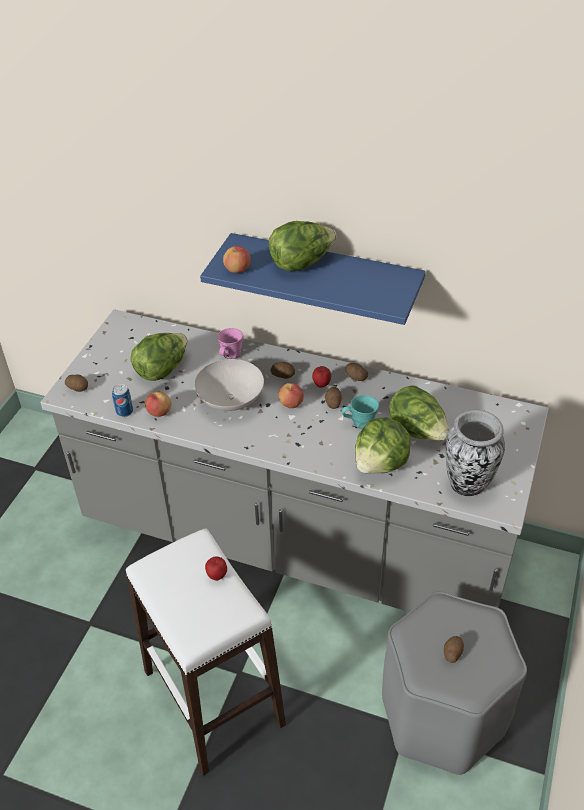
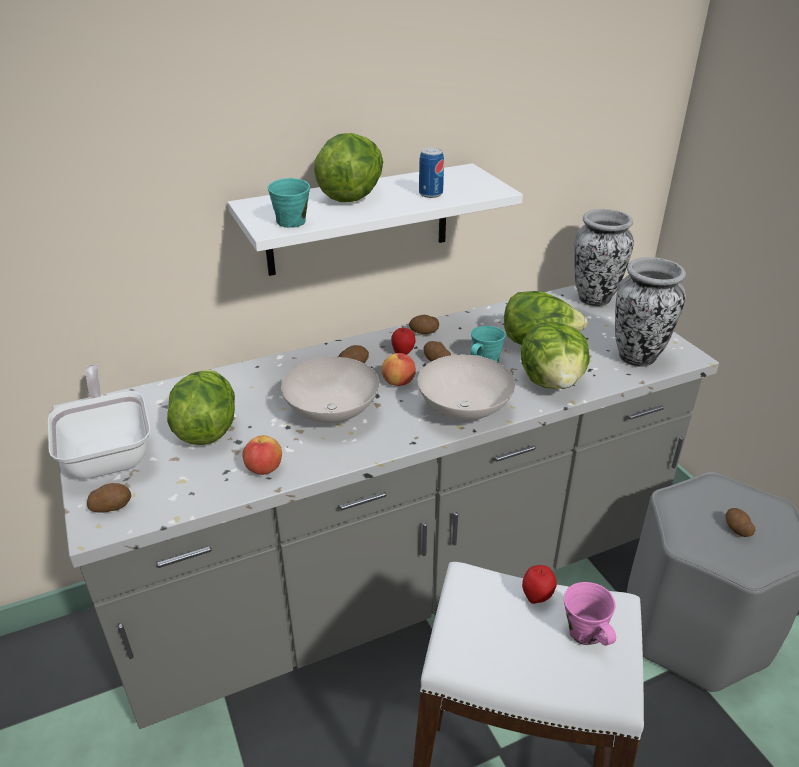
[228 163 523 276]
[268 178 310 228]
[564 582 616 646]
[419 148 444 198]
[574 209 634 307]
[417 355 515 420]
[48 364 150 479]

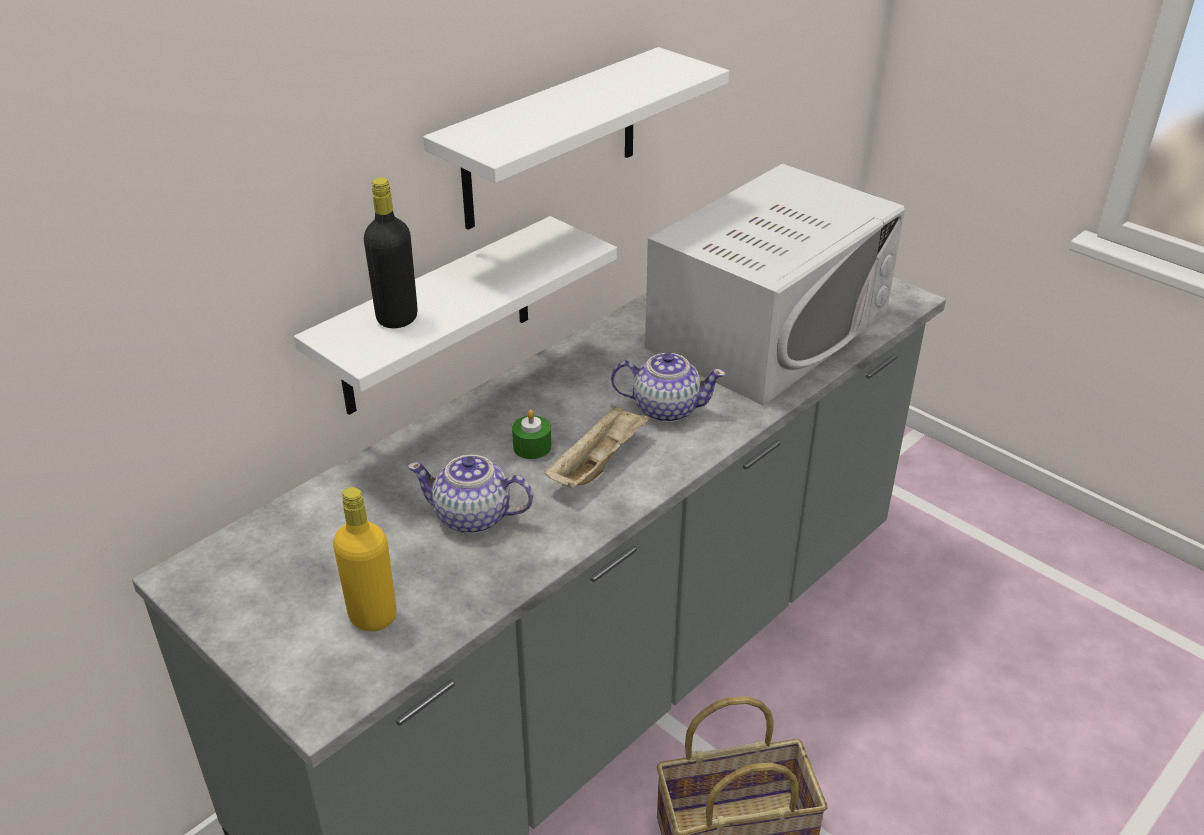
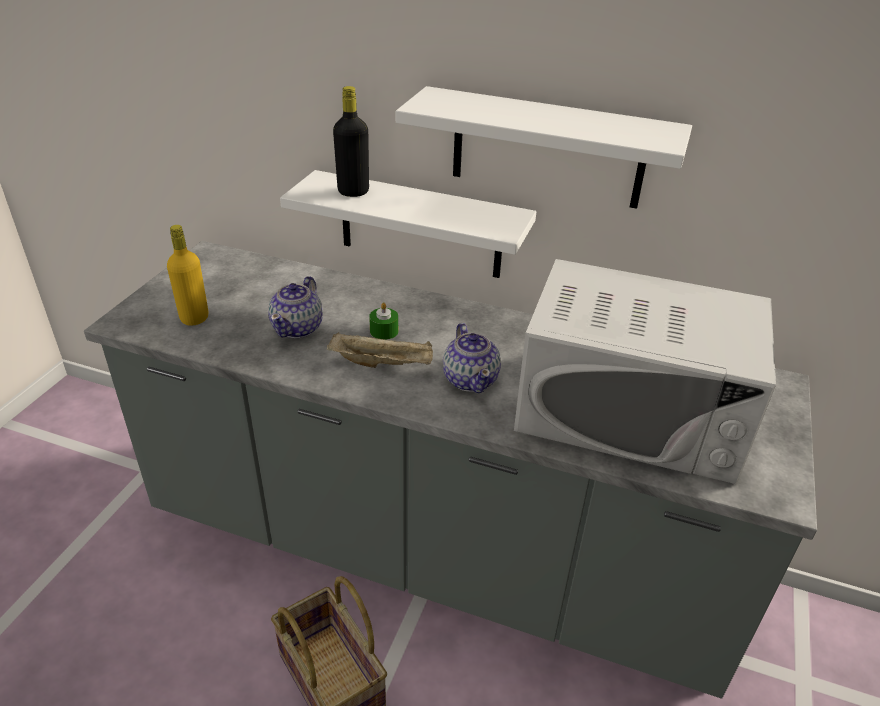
[268 276 323 338]

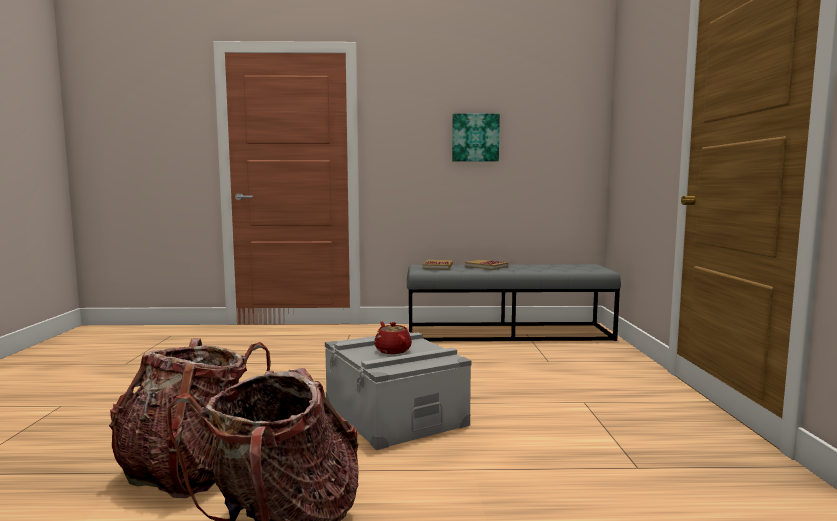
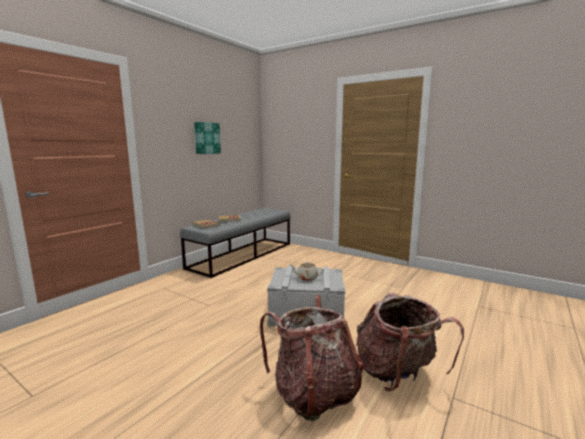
[290 262 324 281]

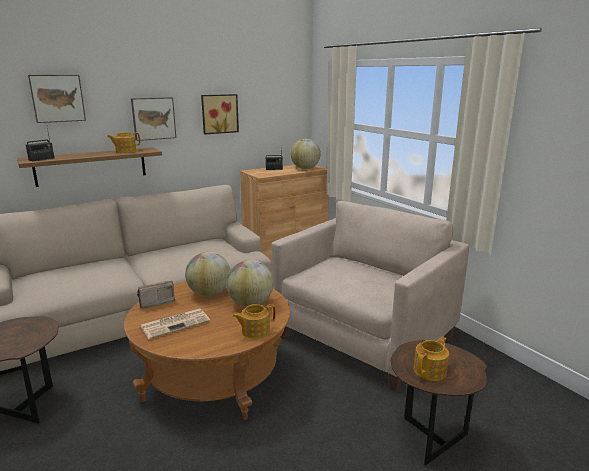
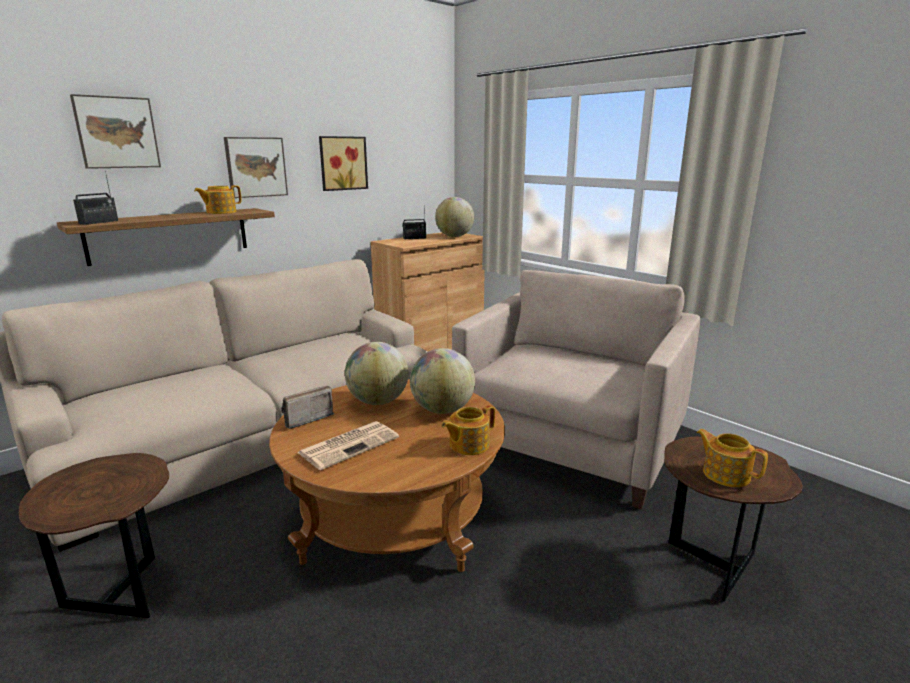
[696 429 768 487]

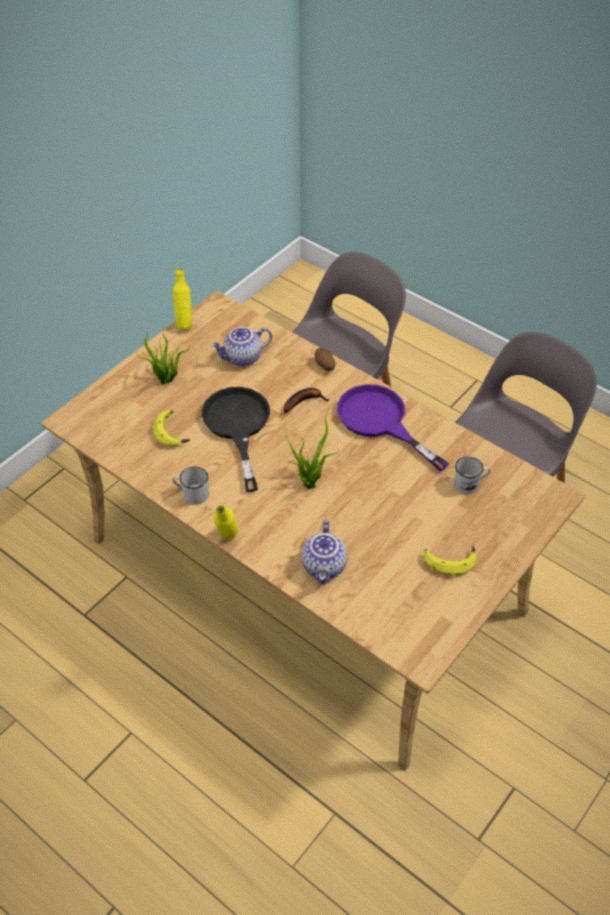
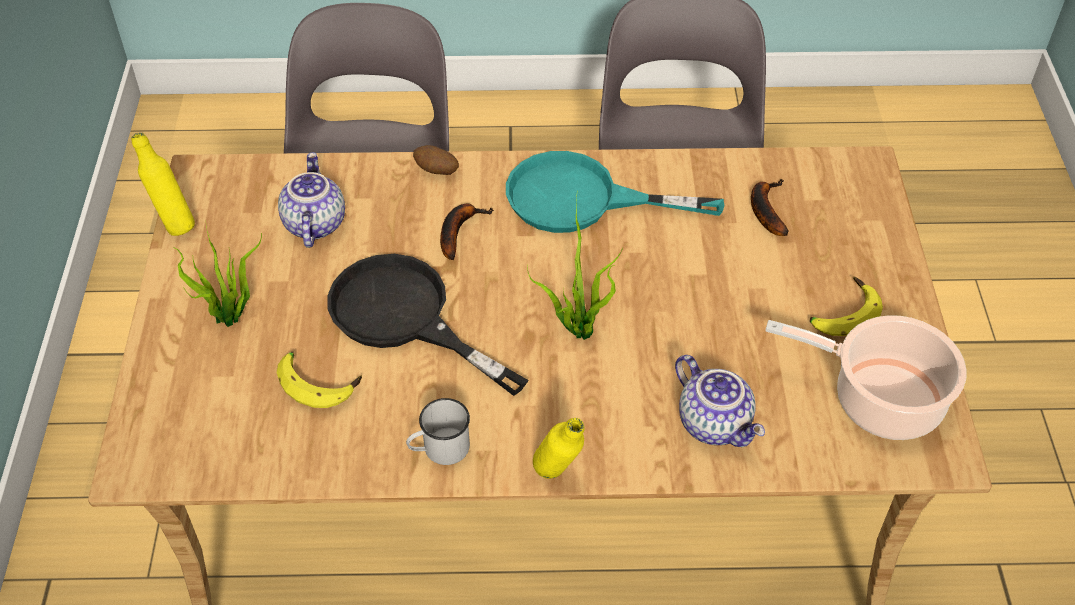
[278 152 345 248]
[506 151 724 233]
[751 179 789 236]
[765 315 967 440]

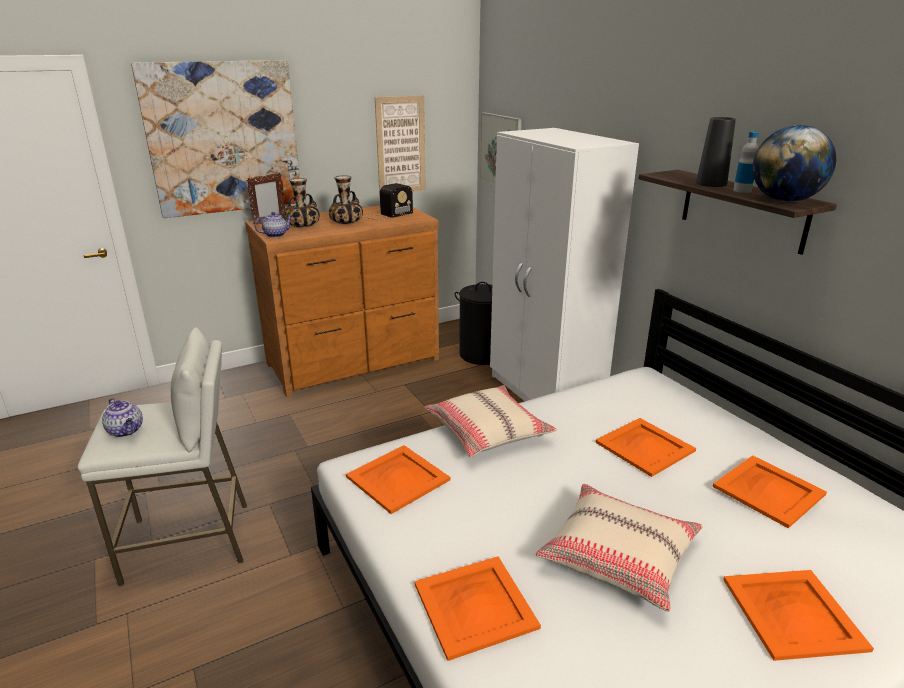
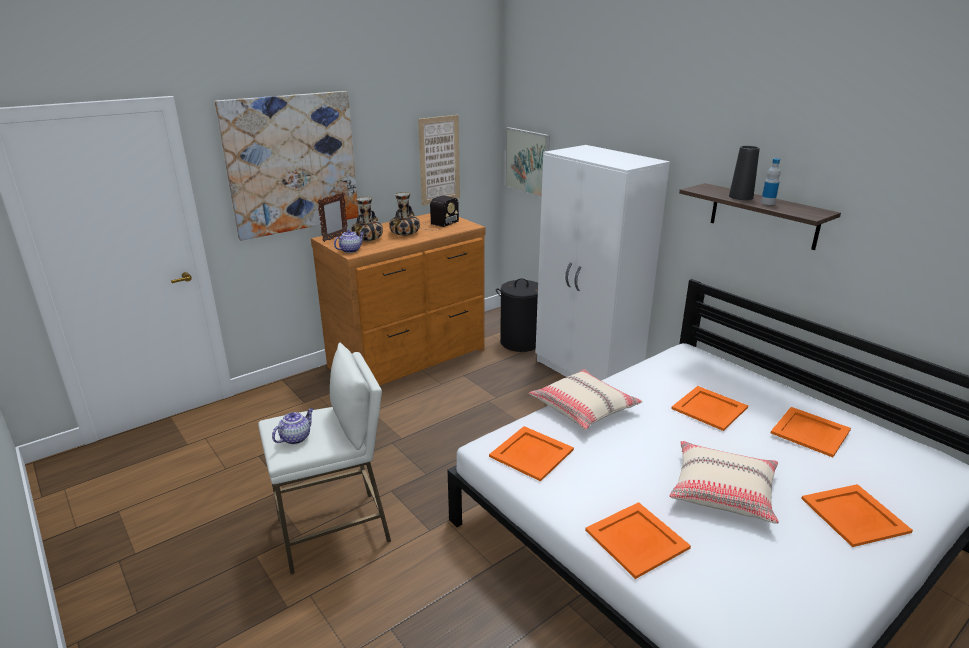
[753 125 836 202] (first image)
[272 408 313 444]

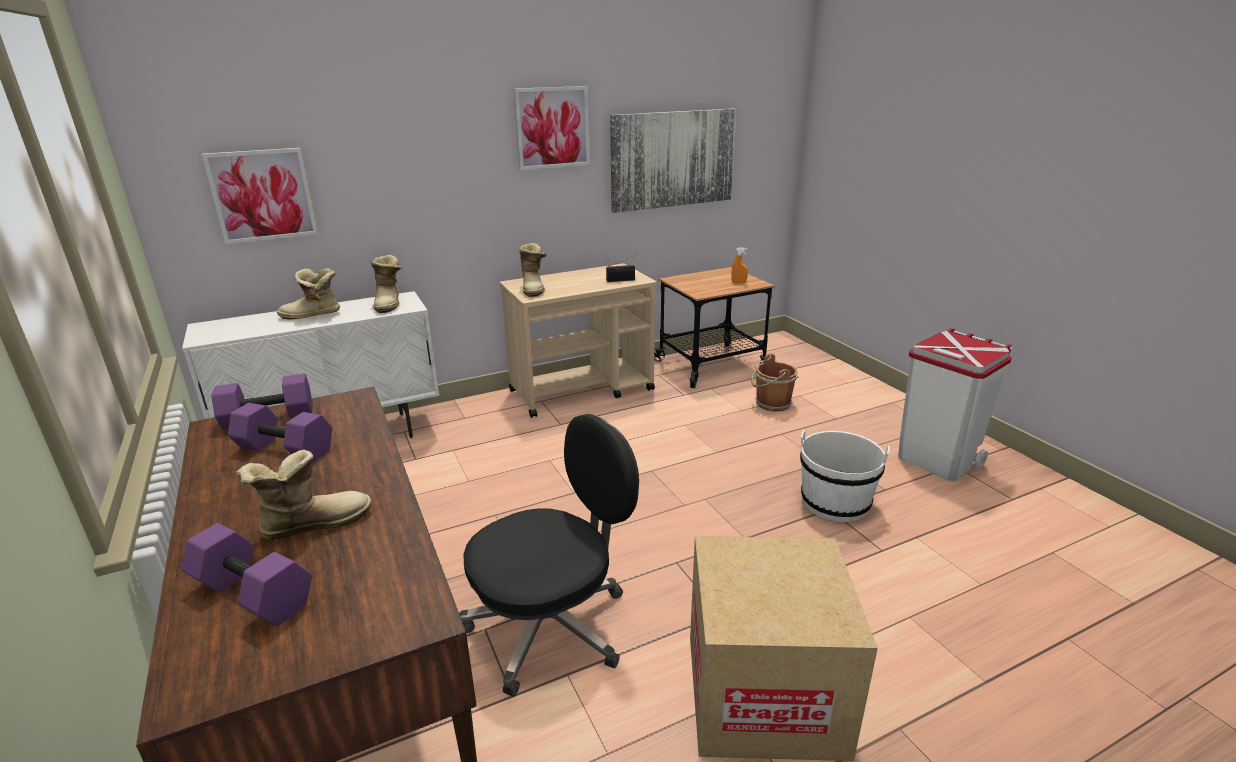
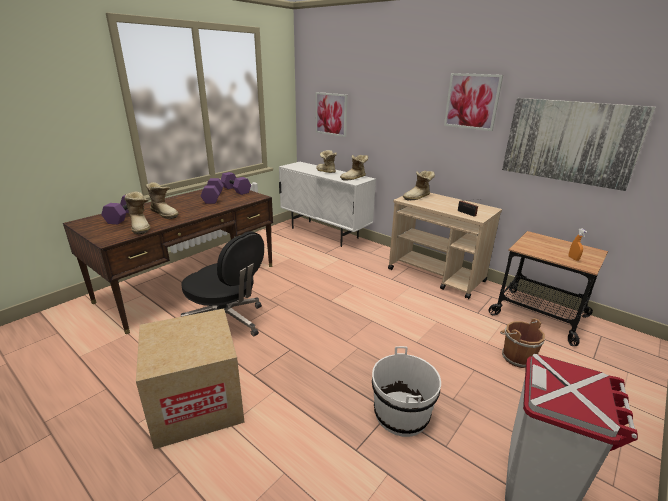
[125 191 150 234]

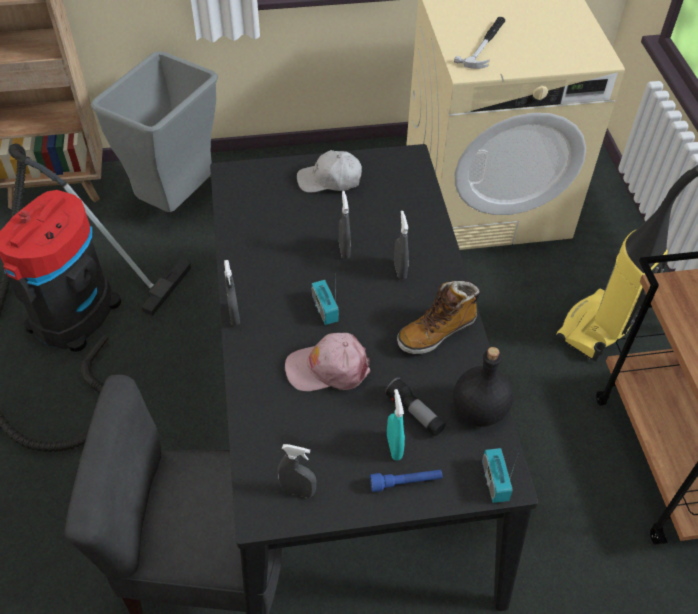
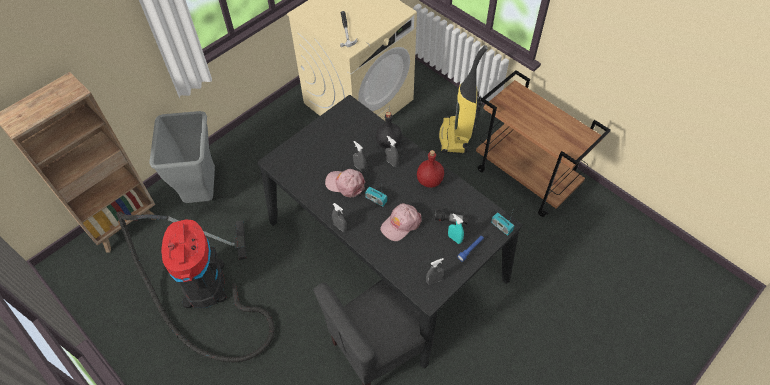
[297 150 362 193] (first image)
[417 150 444 188]
[376 112 402 149]
[325 169 365 198]

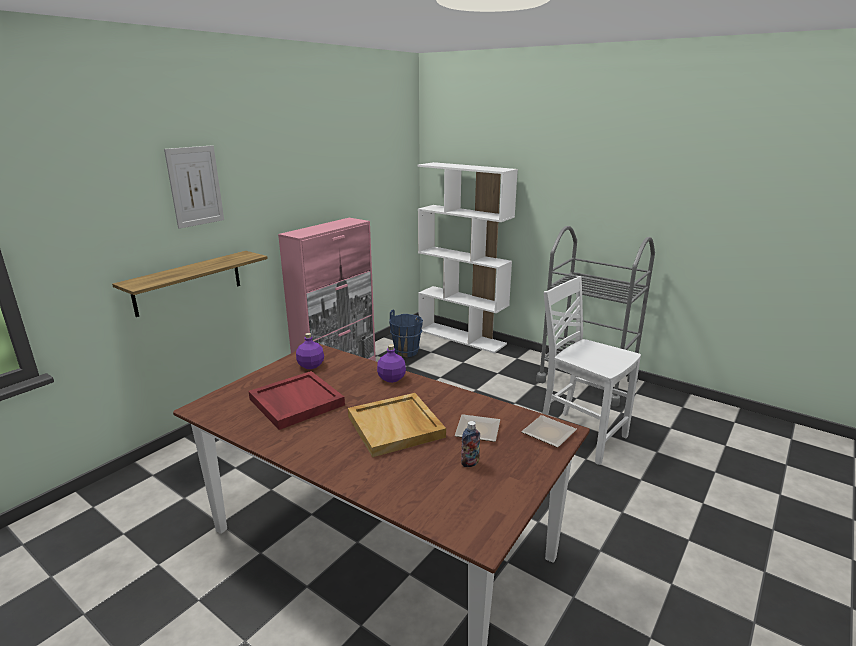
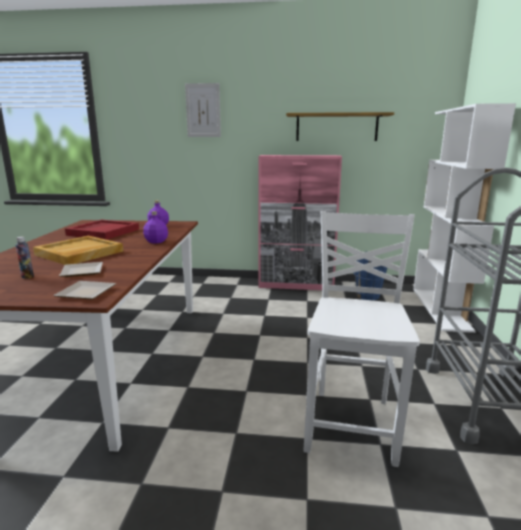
[286 112 394 141]

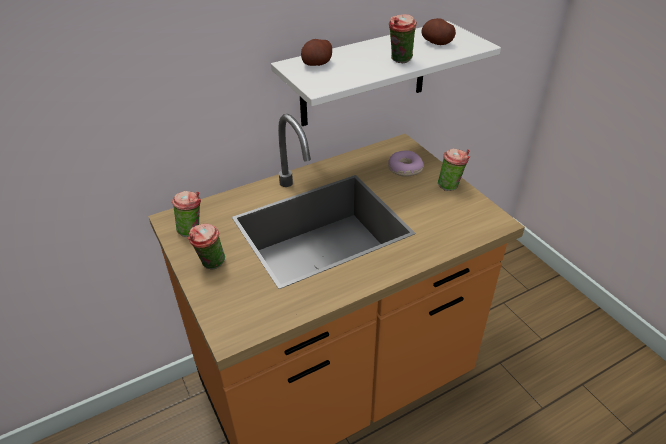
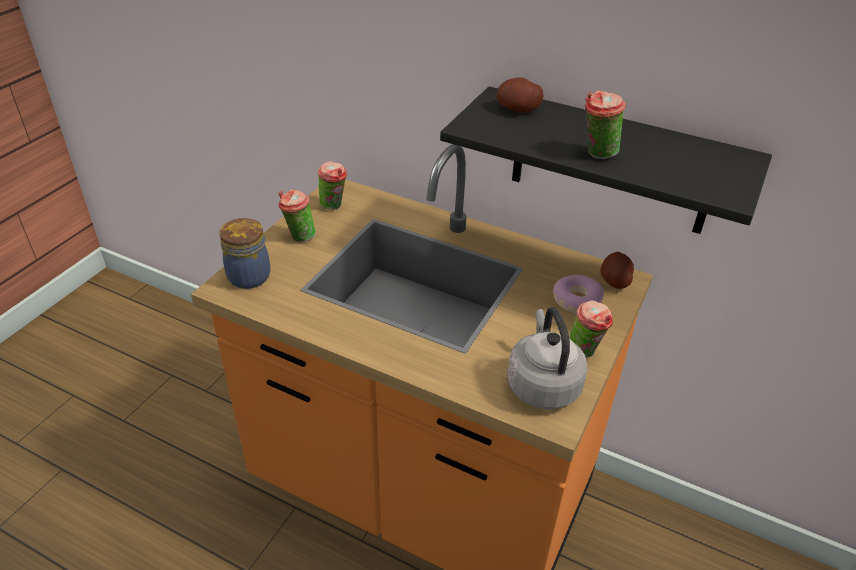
[601 252 634 289]
[440 86 772 234]
[219 218 270 289]
[507 307 588 409]

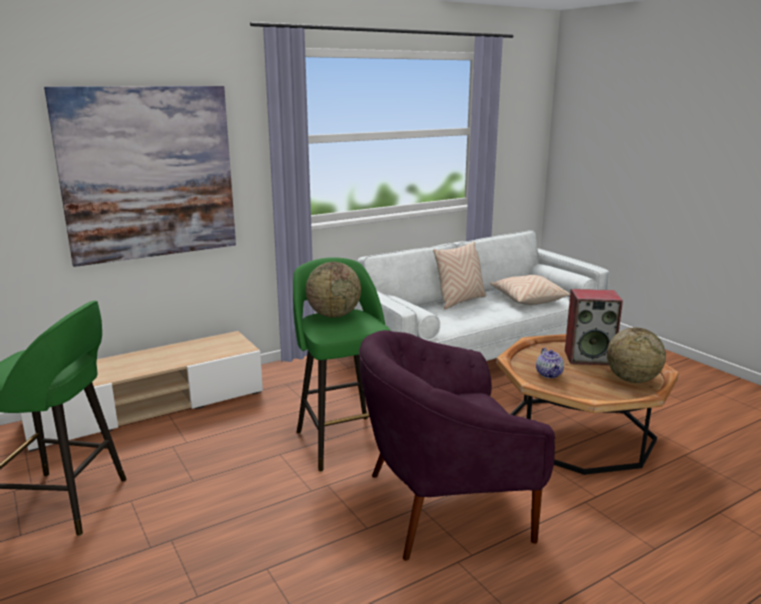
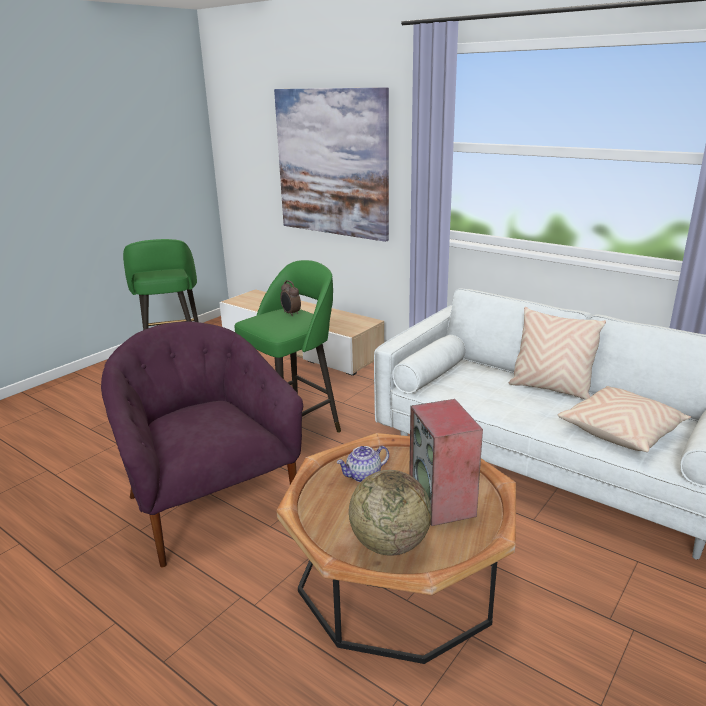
[280 280 301 317]

